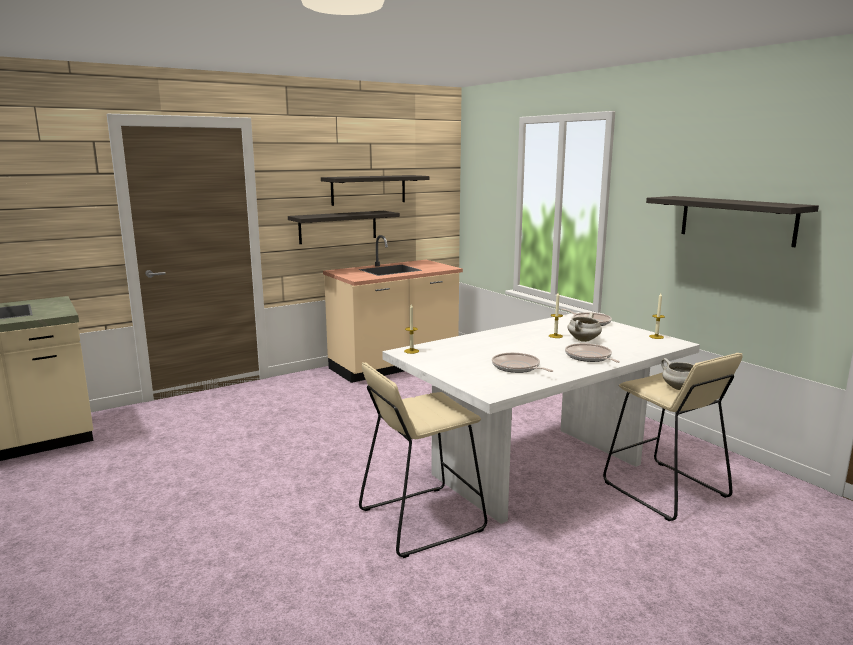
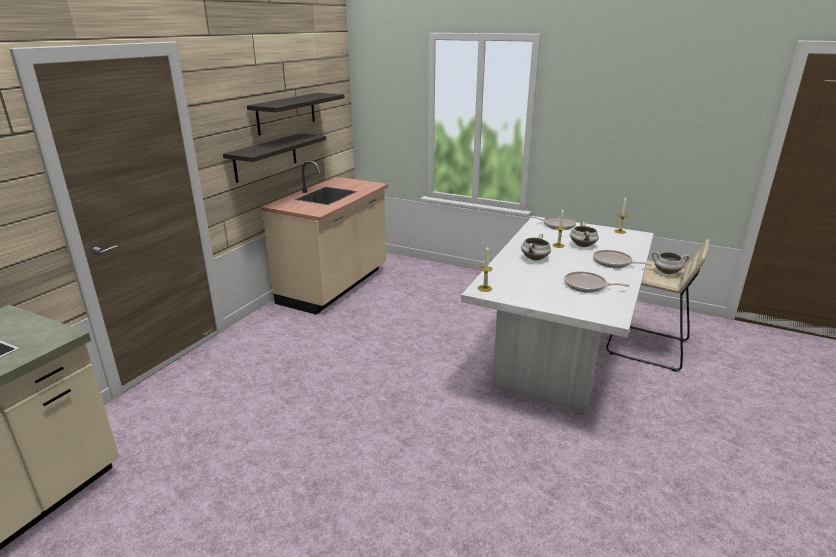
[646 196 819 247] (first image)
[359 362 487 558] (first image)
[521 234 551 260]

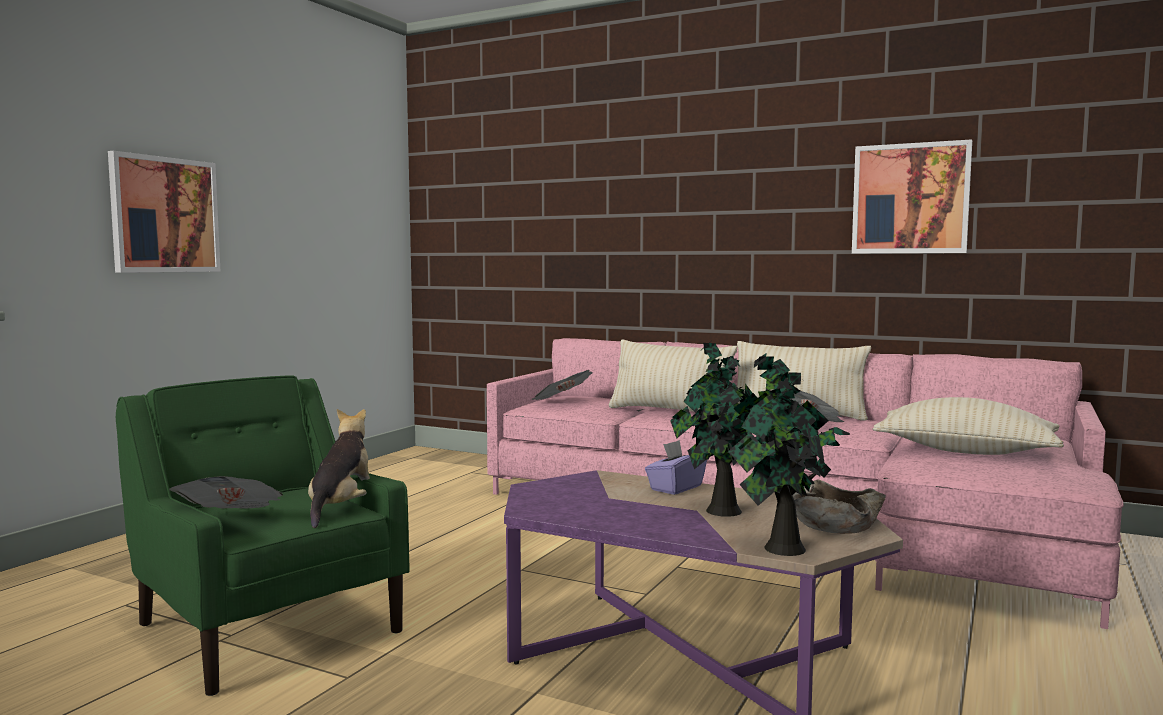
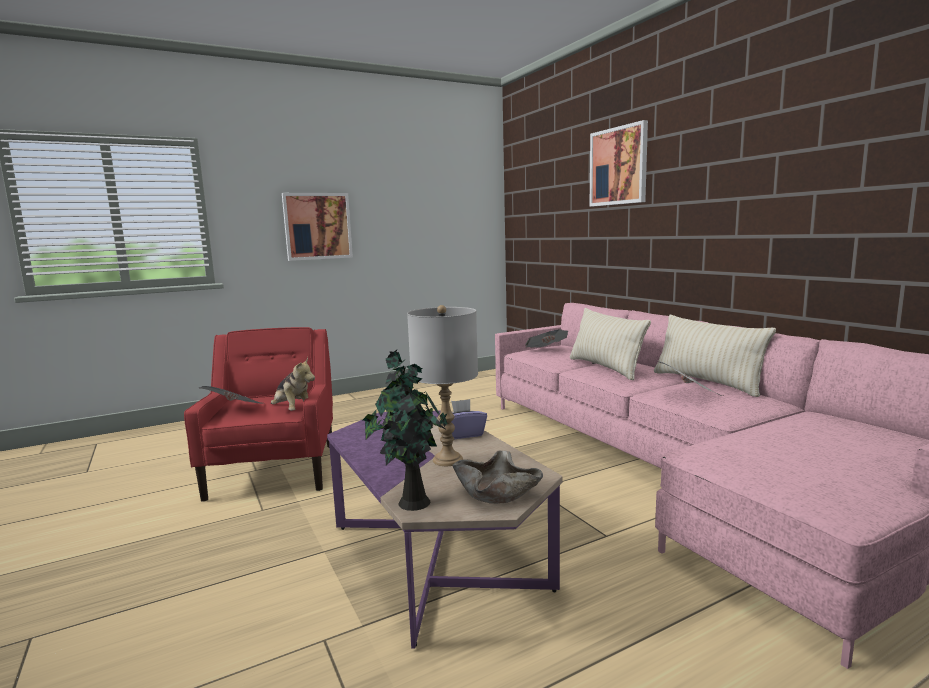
[589 120 648 207]
[407 305 478 466]
[184 327 333 502]
[873 397 1064 455] (first image)
[271 357 315 411]

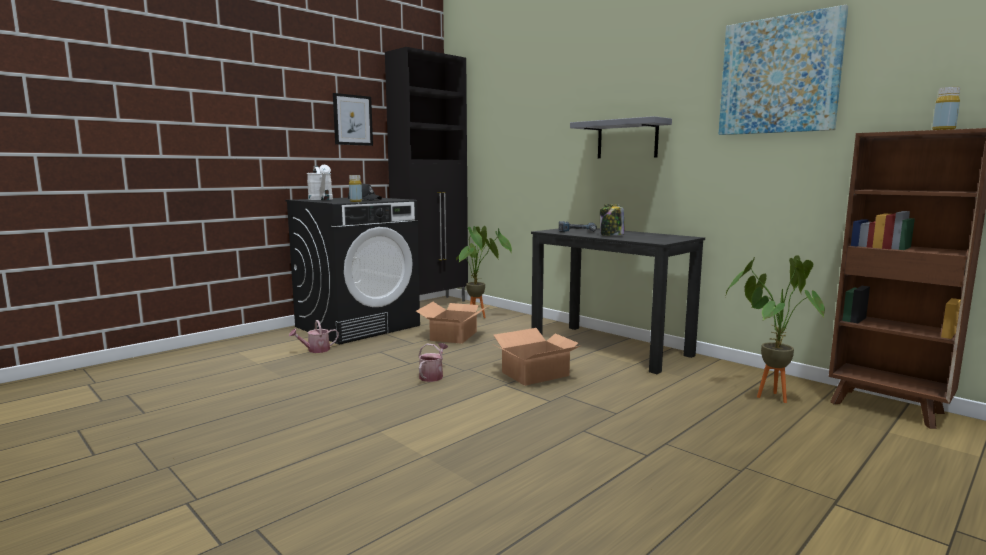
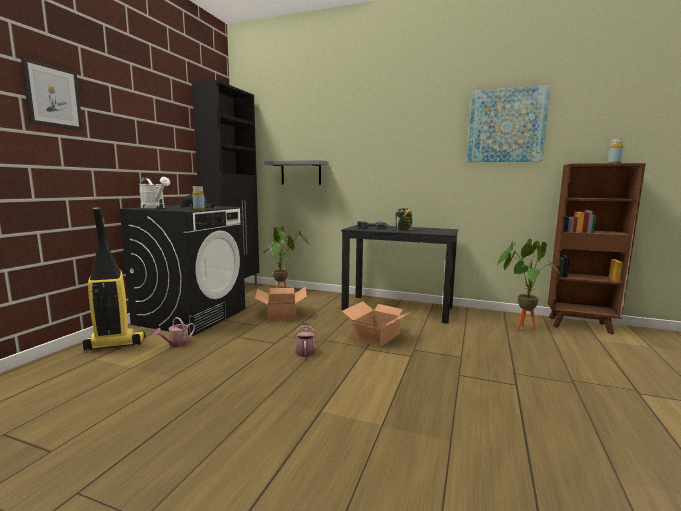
[21 57 83 130]
[264 160 329 185]
[83 207 146 351]

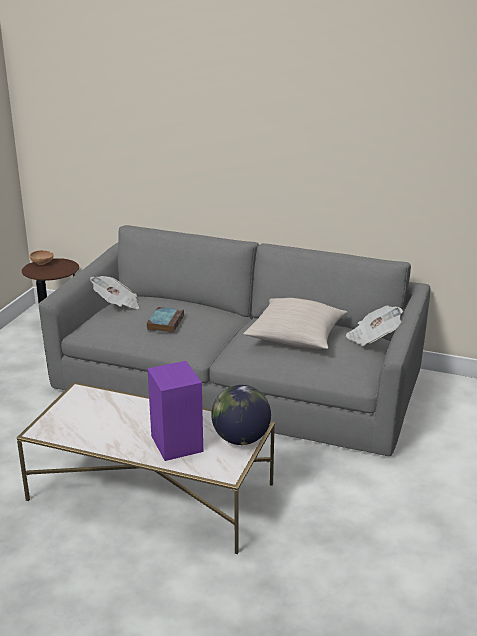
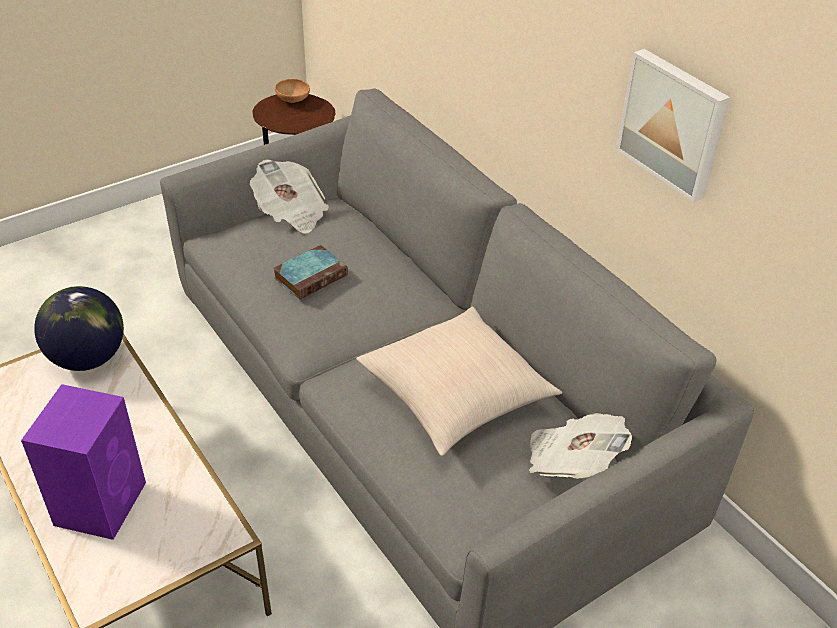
[34 286 124 371]
[616 49 730 202]

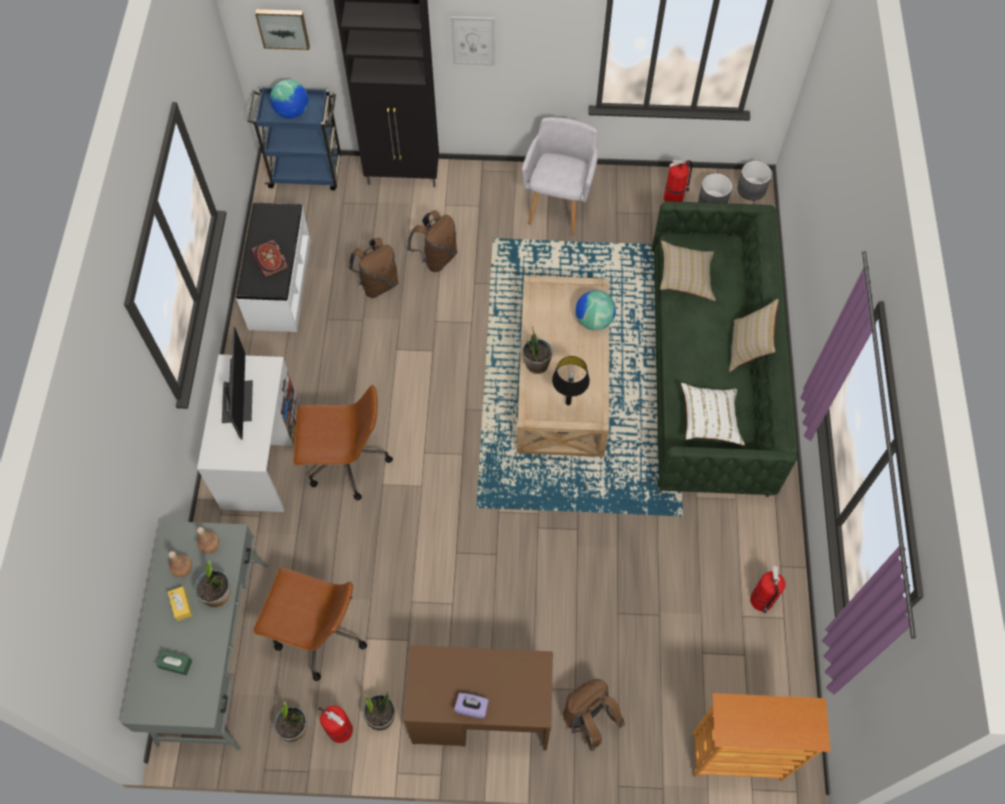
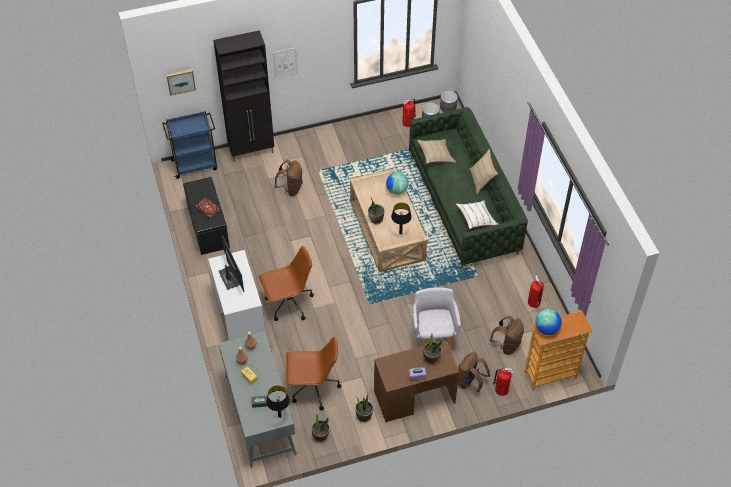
[535 309 562 335]
[413 287 461 351]
[183 177 230 255]
[490 316 524 355]
[423 334 443 364]
[493 368 513 396]
[266 386 290 418]

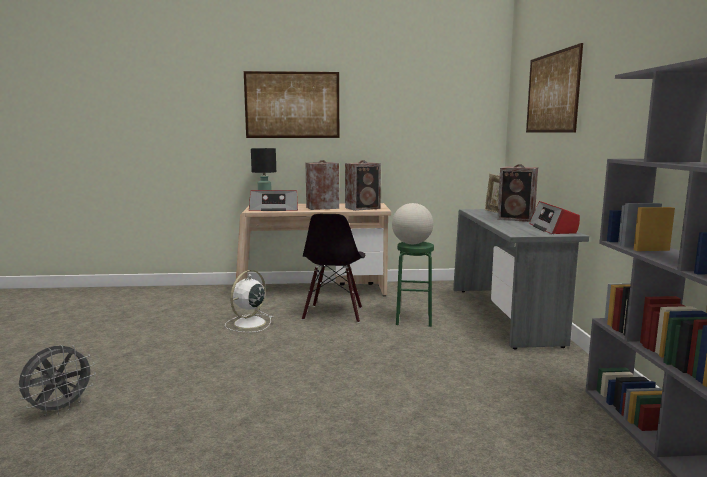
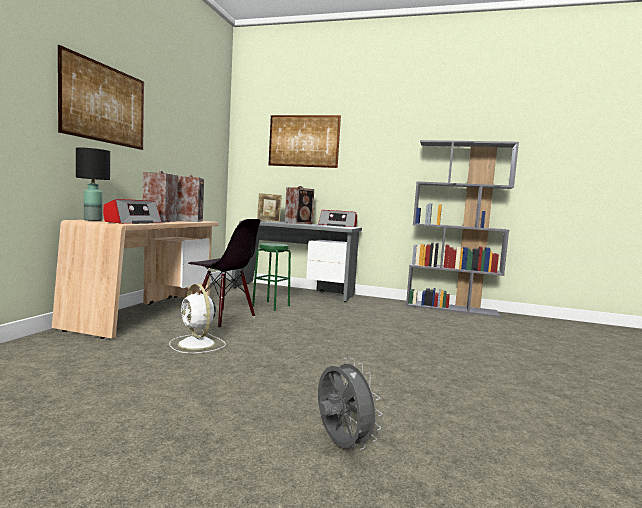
[392 203 433 244] (first image)

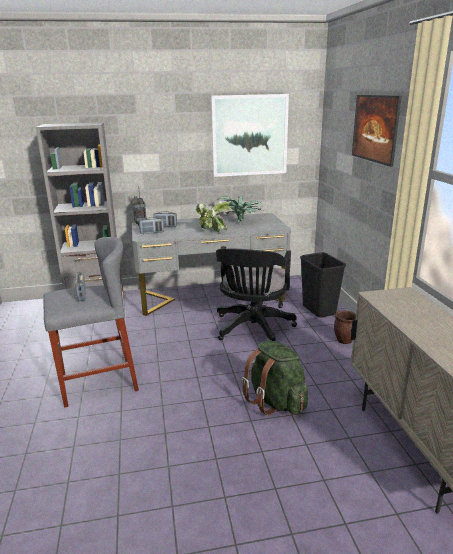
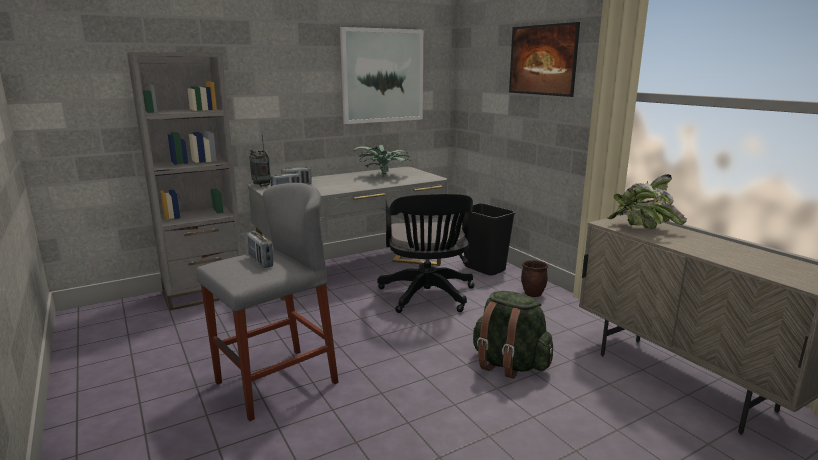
[607 174 687 229]

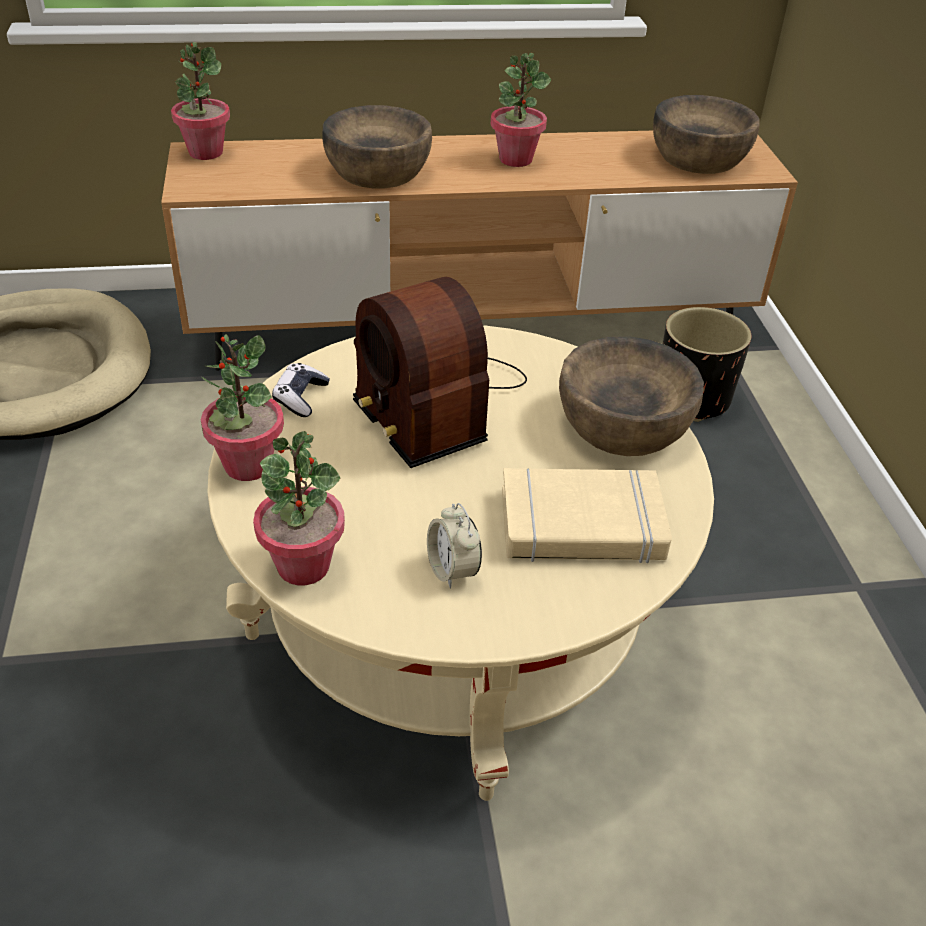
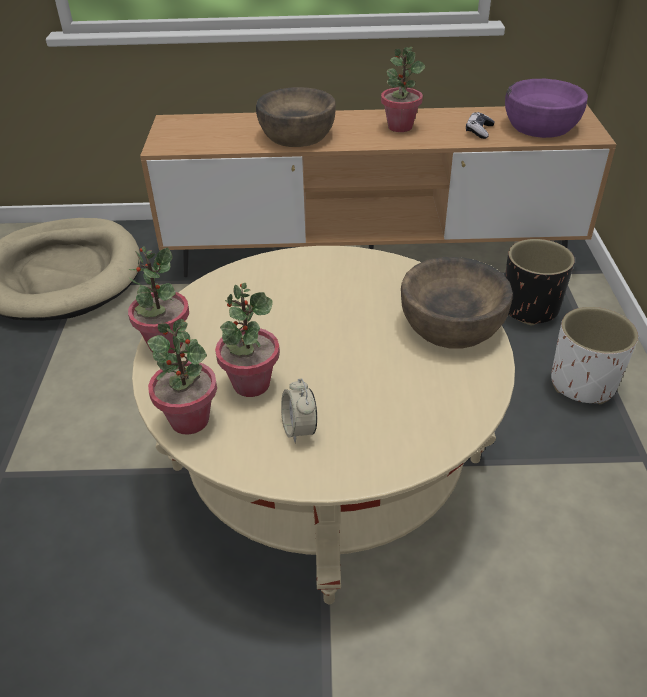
[215 283 280 397]
[505 79 588 138]
[353 277 527 468] (first image)
[466 112 494 139]
[502 468 672 563] (first image)
[551 307 638 404]

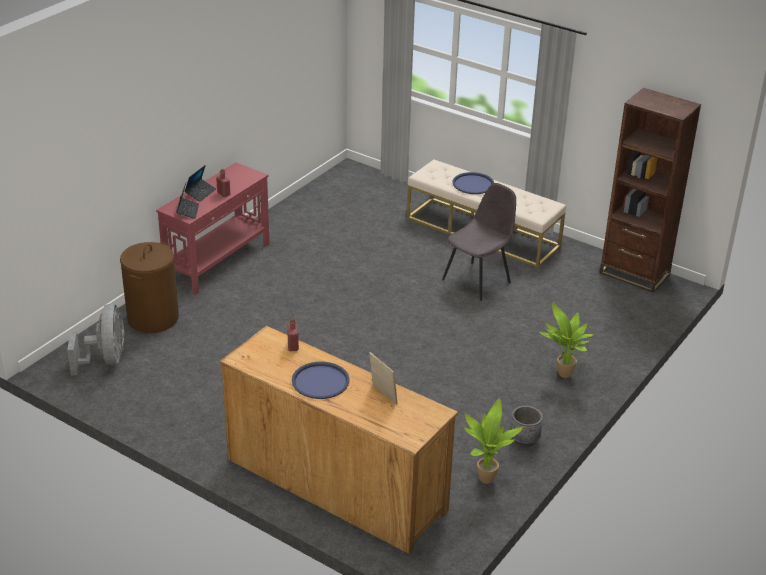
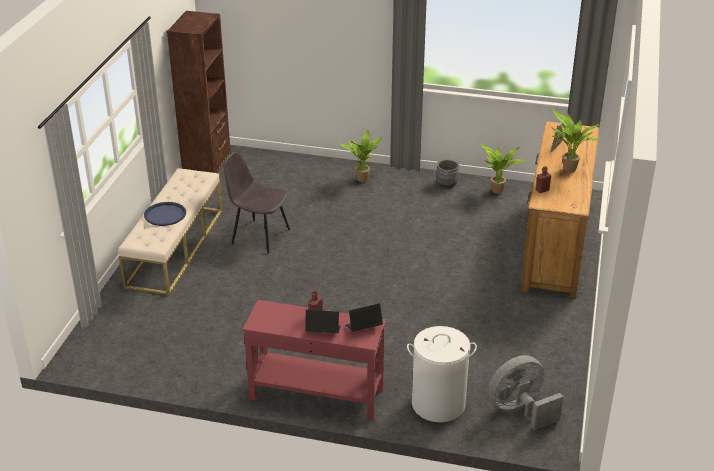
[407 326 477 422]
[552 109 601 173]

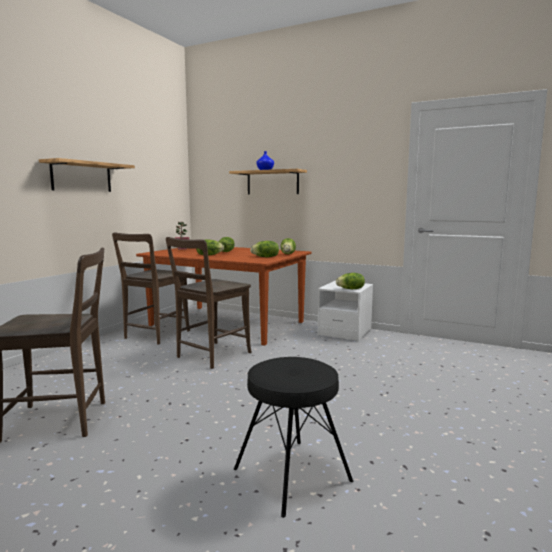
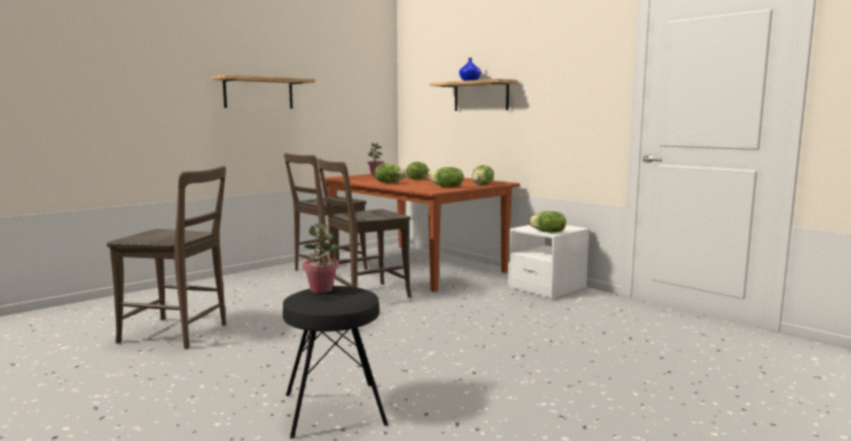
[302 223 339 293]

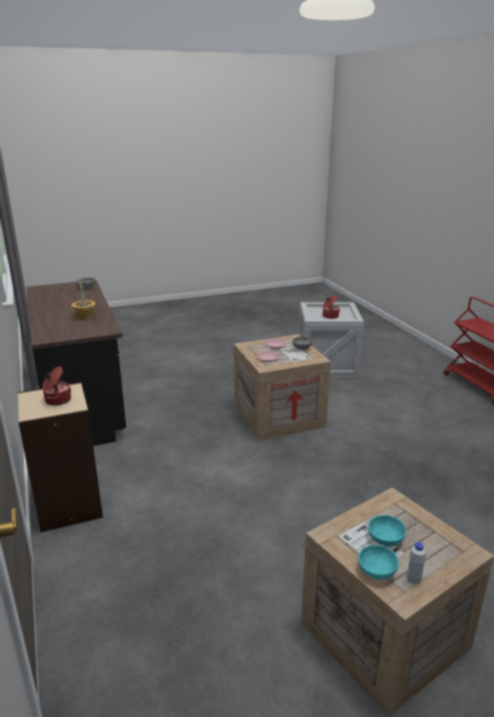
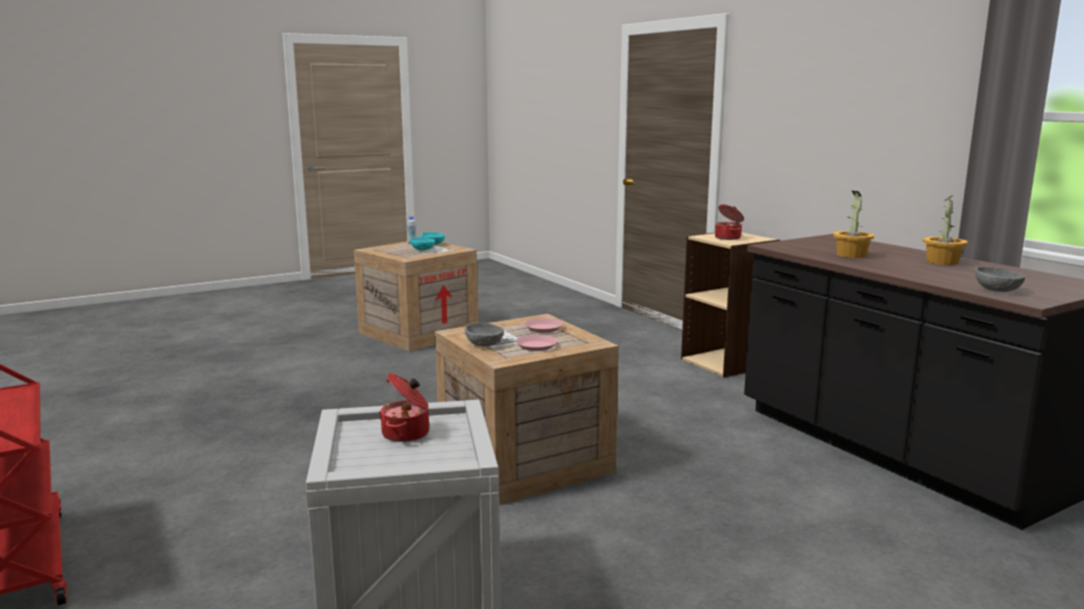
[923 196 968 265]

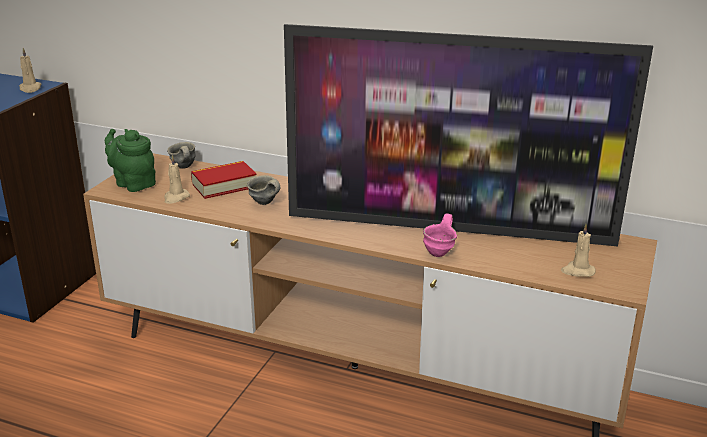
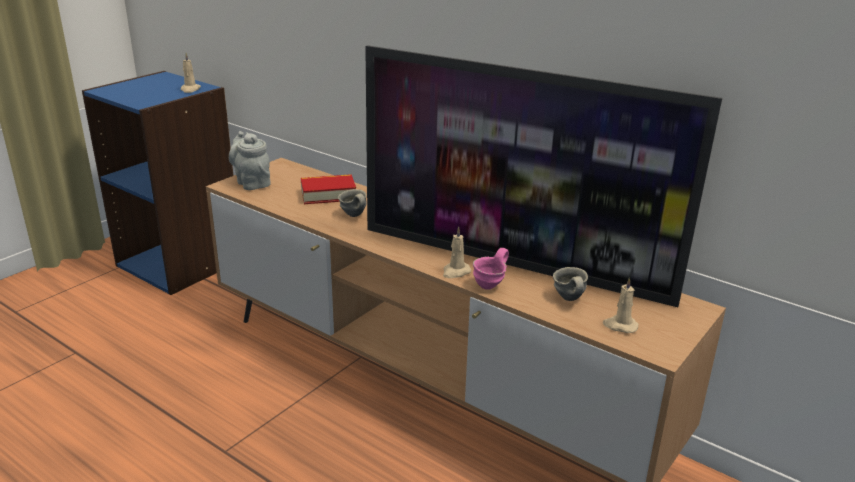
[229 131 271 190]
[553 267 588 301]
[443 226 471 278]

